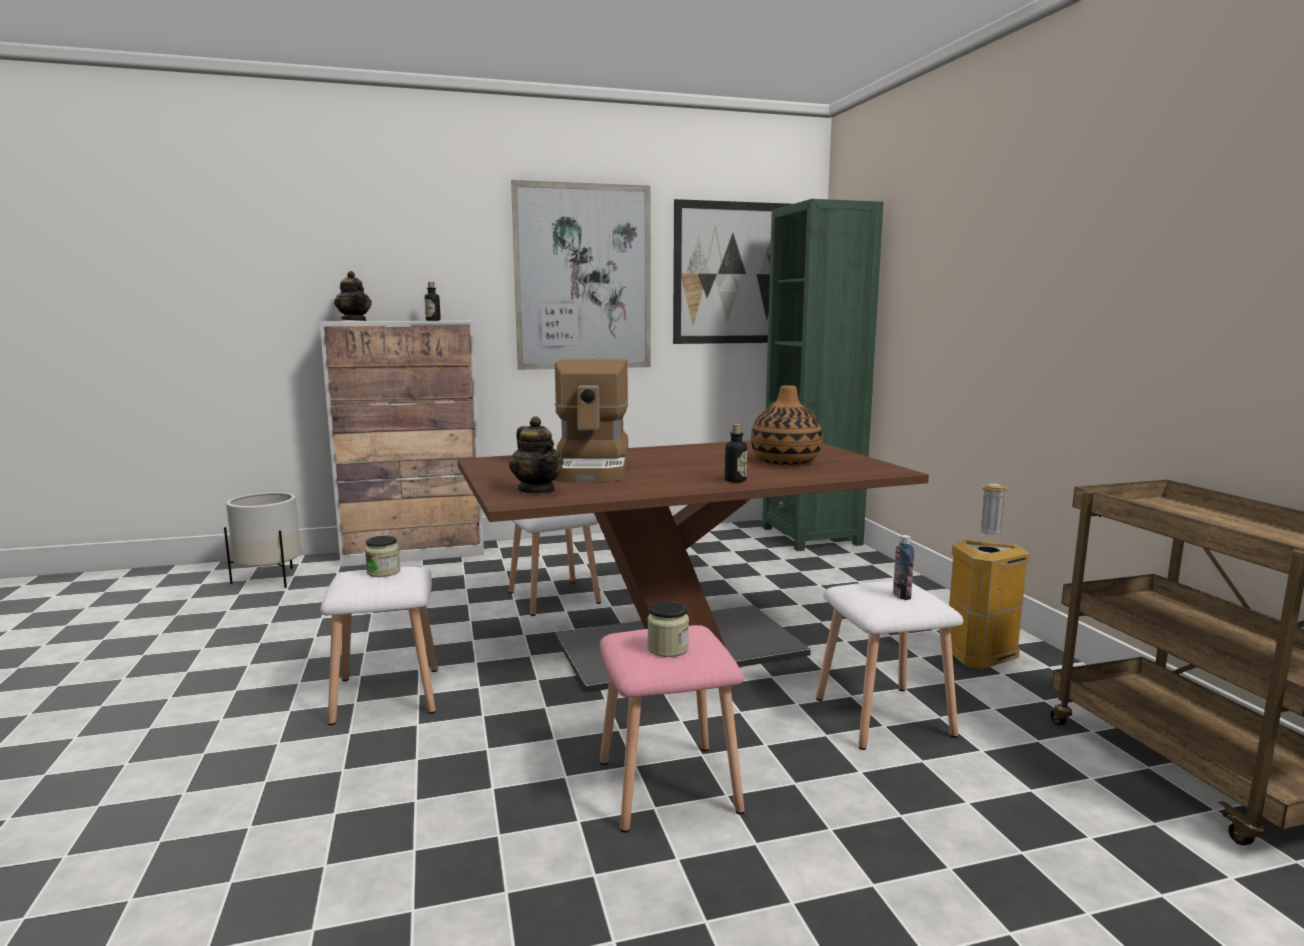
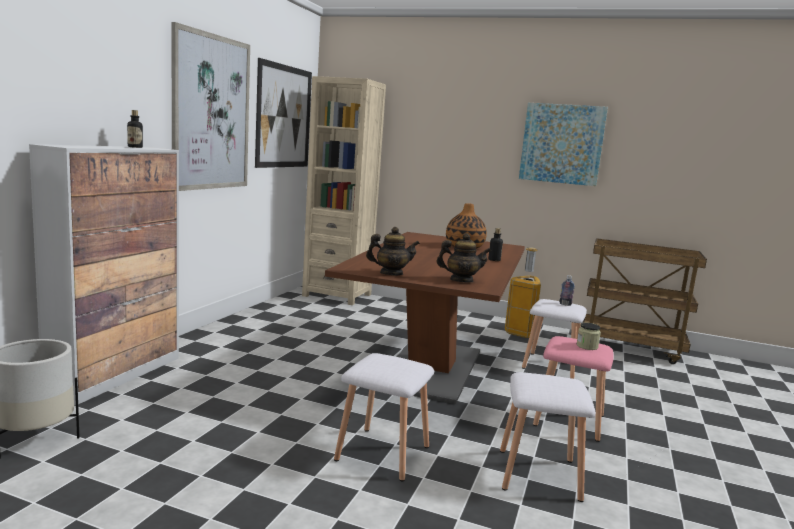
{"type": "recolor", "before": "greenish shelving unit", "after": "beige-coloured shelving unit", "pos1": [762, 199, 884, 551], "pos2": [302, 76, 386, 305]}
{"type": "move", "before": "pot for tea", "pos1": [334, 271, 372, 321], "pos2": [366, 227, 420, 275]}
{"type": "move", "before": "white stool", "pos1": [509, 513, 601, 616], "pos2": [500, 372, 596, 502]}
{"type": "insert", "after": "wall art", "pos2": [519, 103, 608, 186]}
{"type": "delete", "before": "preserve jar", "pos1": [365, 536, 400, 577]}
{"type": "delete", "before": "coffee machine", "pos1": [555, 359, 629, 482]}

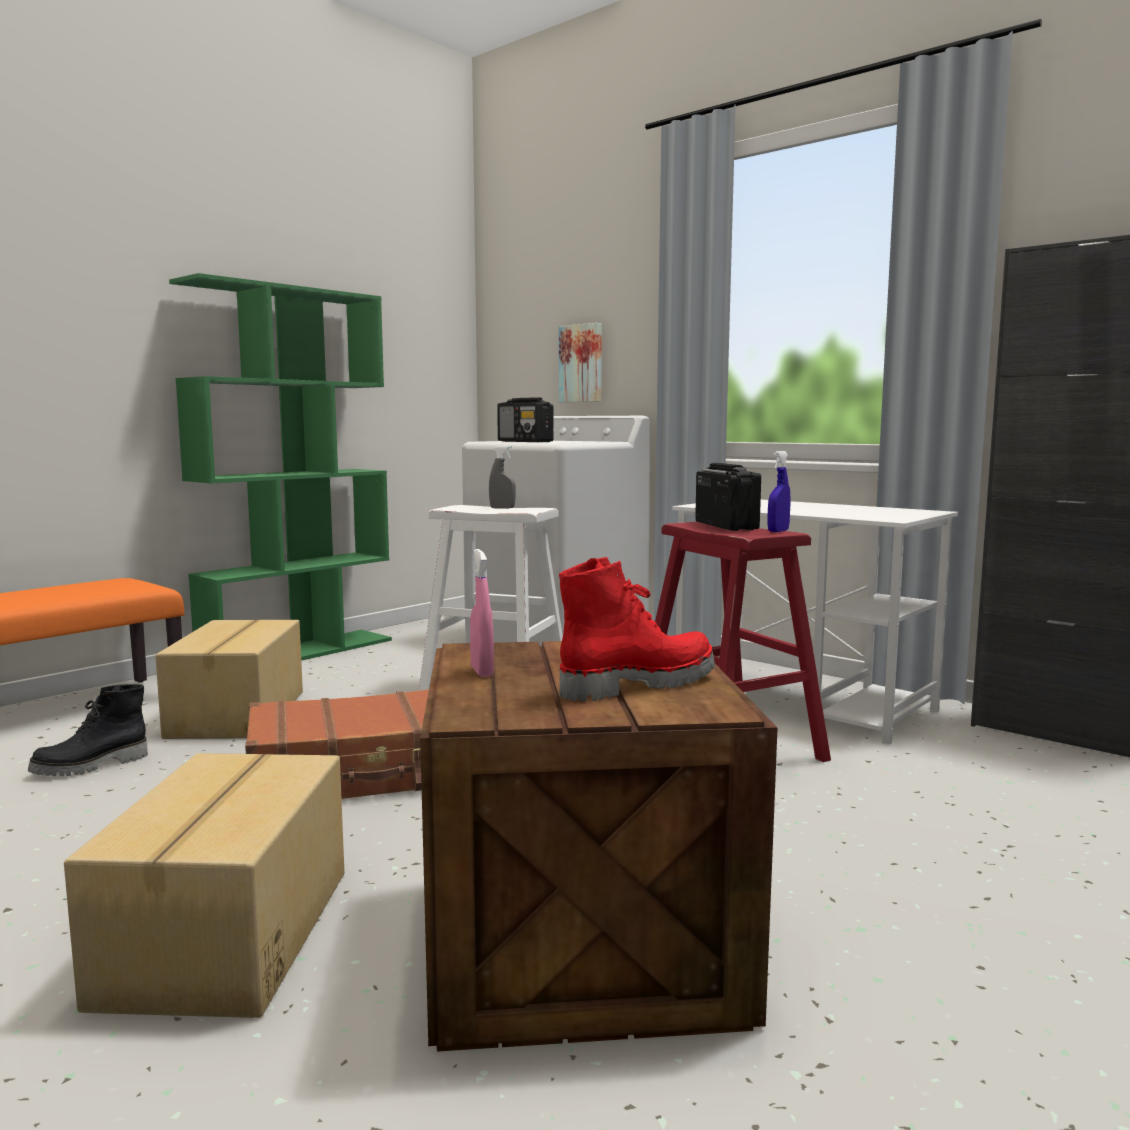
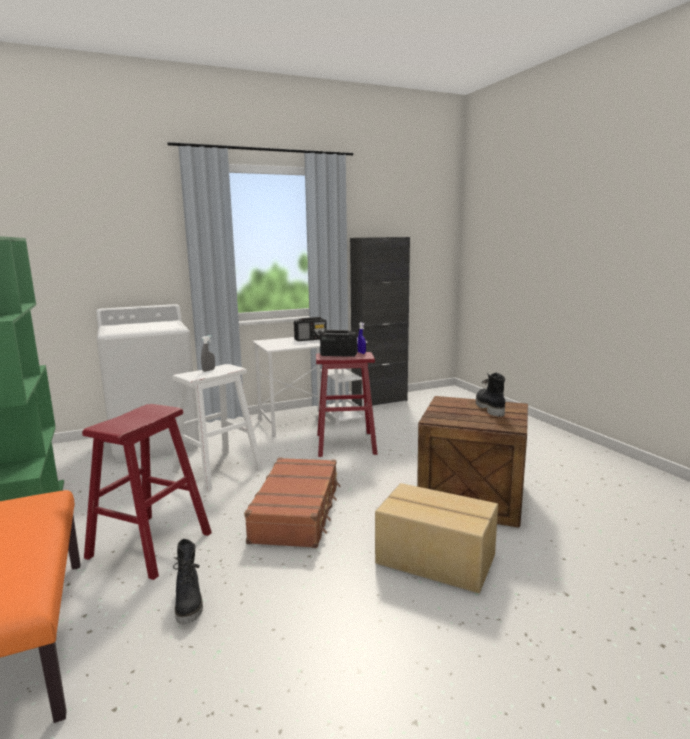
{"type": "replace", "before": "packing box", "after": "reddish stool", "pos1": [155, 620, 303, 739], "pos2": [82, 404, 212, 580]}
{"type": "move", "before": "radio set", "pos1": [497, 397, 553, 442], "pos2": [294, 317, 327, 341]}
{"type": "recolor", "before": "reddish high-top boot", "after": "black-coloured high-top boot", "pos1": [559, 557, 715, 702], "pos2": [476, 372, 505, 417]}
{"type": "delete", "before": "pink-coloured hand sprayer", "pos1": [470, 549, 494, 677]}
{"type": "delete", "before": "wall art", "pos1": [559, 323, 602, 402]}

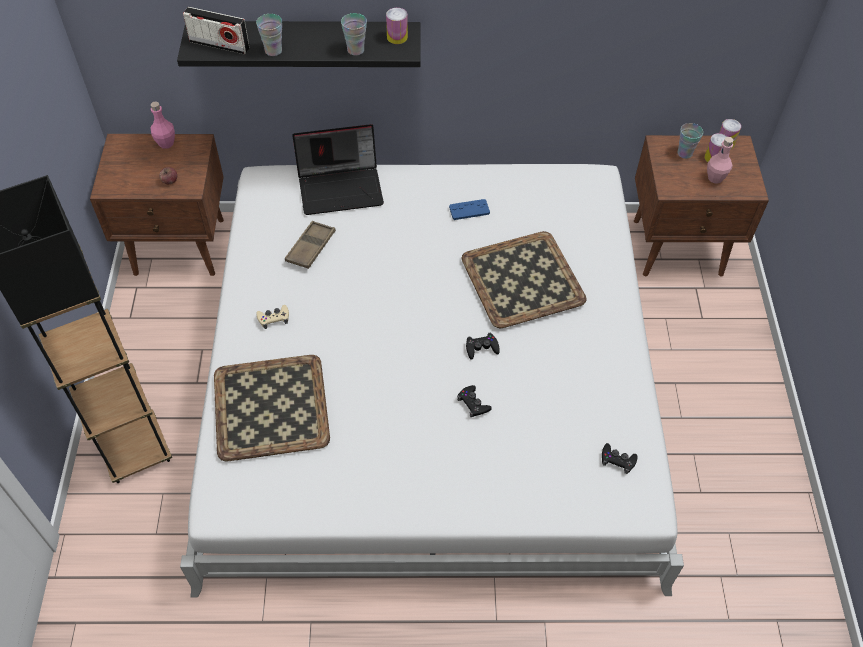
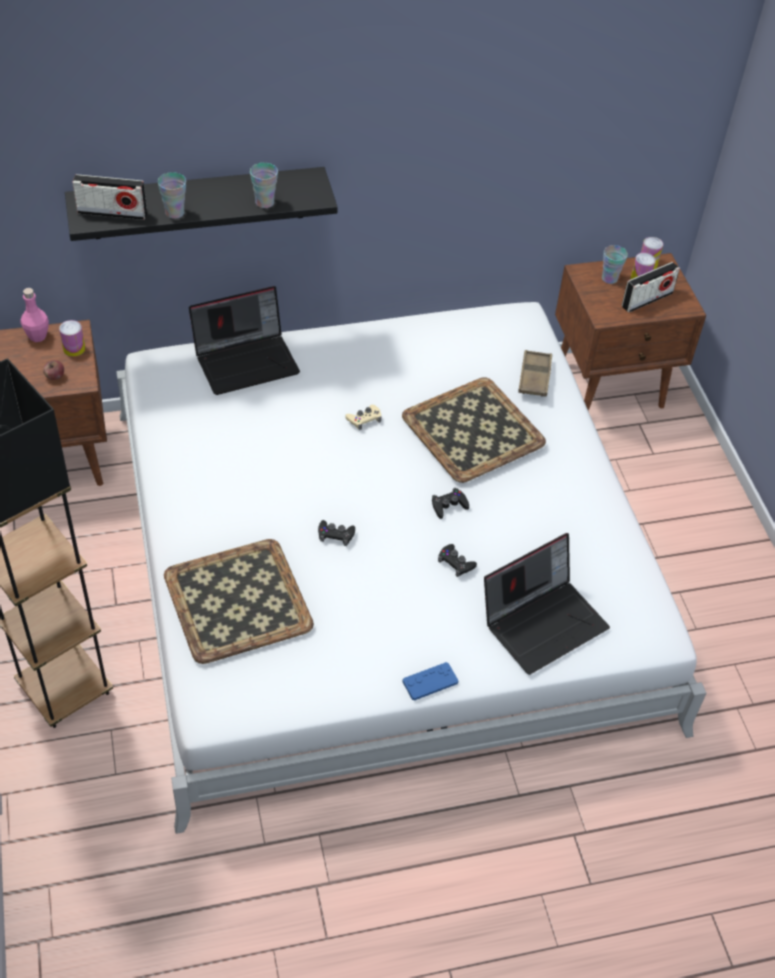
{"type": "move", "before": "can", "pos1": [386, 8, 408, 44], "pos2": [59, 320, 85, 357]}
{"type": "move", "before": "black-coloured joypad", "pos1": [602, 443, 638, 474], "pos2": [318, 520, 355, 546]}
{"type": "move", "before": "beige-coloured joypad", "pos1": [256, 305, 289, 329], "pos2": [345, 405, 382, 430]}
{"type": "move", "before": "blue-coloured joypad", "pos1": [449, 199, 490, 220], "pos2": [402, 662, 459, 700]}
{"type": "insert", "after": "portable computer", "pos2": [484, 533, 610, 675]}
{"type": "move", "before": "brown tray", "pos1": [285, 221, 336, 269], "pos2": [518, 350, 552, 397]}
{"type": "replace", "before": "pink-coloured drink bottle", "after": "radio set", "pos1": [707, 137, 734, 184], "pos2": [622, 262, 680, 312]}

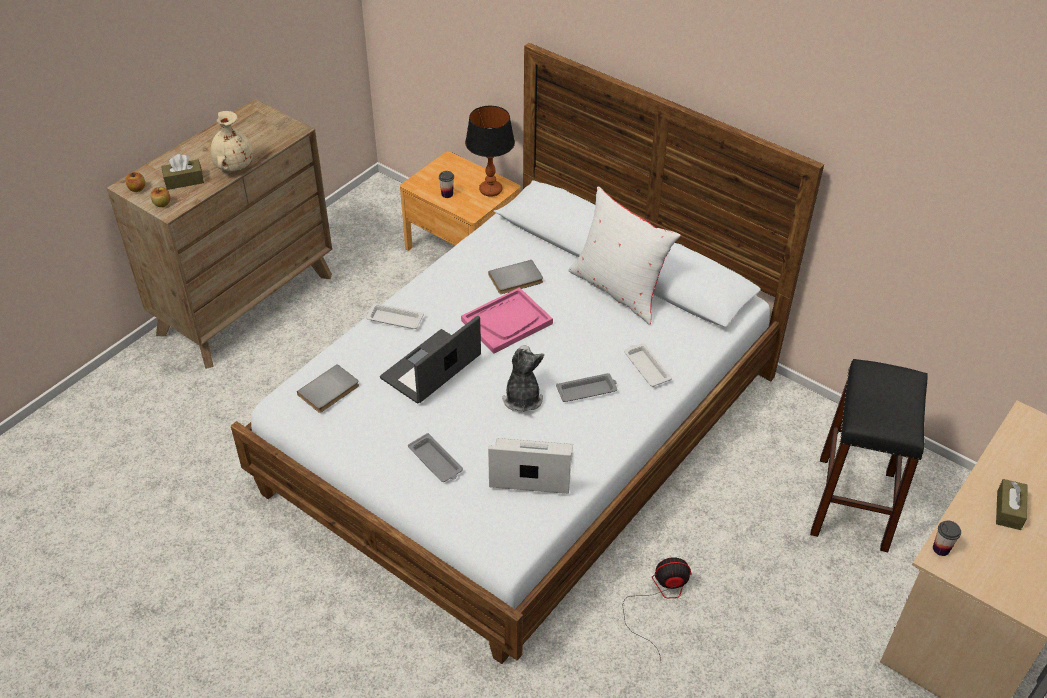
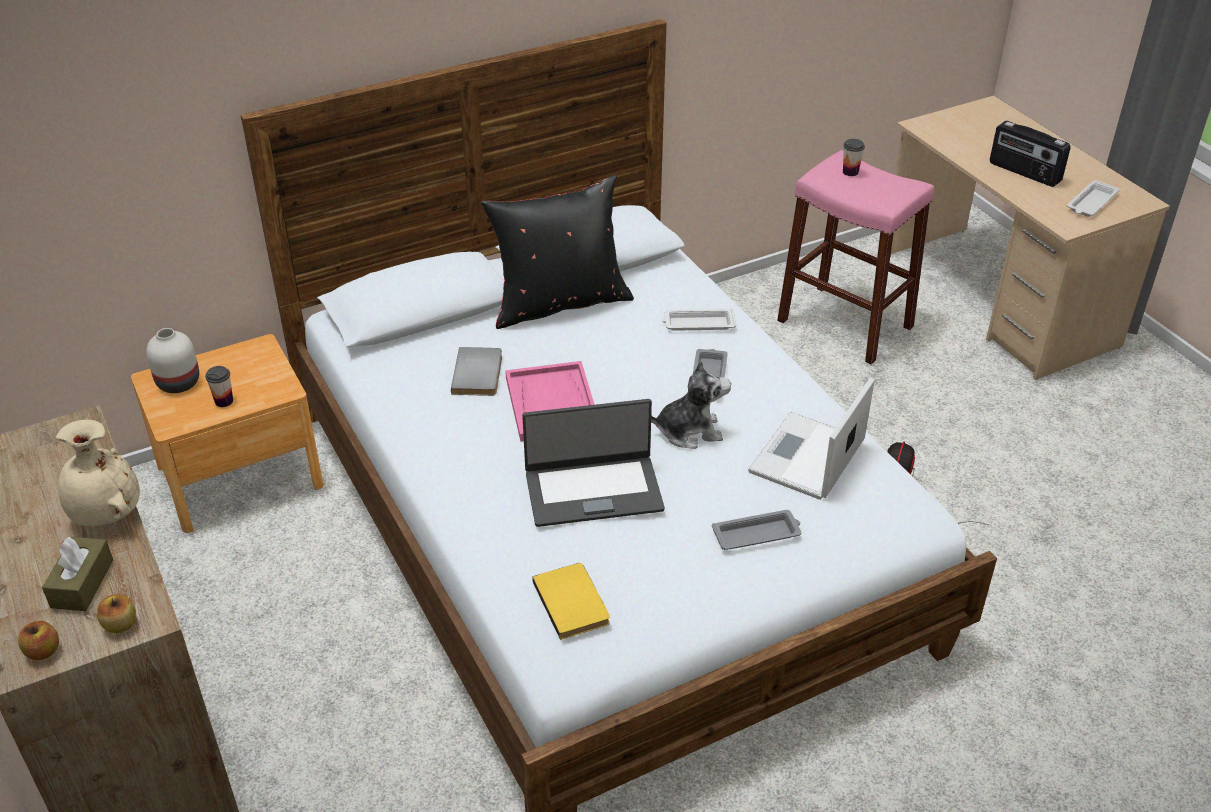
{"type": "insert", "after": "white decorative vase", "pos2": [146, 328, 199, 393]}
{"type": "recolor", "before": "white cushion", "after": "black-coloured cushion", "pos1": [568, 187, 681, 325], "pos2": [481, 175, 634, 329]}
{"type": "rotate", "before": "portable computer", "pos1": [380, 315, 481, 404], "pos2": [522, 399, 665, 527], "turn": -75}
{"type": "recolor", "before": "greyish volume", "after": "yellowish volume", "pos1": [297, 364, 359, 413], "pos2": [532, 563, 610, 640]}
{"type": "rotate", "before": "plush toy", "pos1": [502, 345, 544, 412], "pos2": [651, 360, 731, 449], "turn": 150}
{"type": "recolor", "before": "black-coloured stool", "after": "pink-coloured stool", "pos1": [810, 359, 928, 552], "pos2": [777, 150, 934, 365]}
{"type": "move", "before": "cup", "pos1": [933, 521, 961, 556], "pos2": [843, 139, 865, 176]}
{"type": "replace", "before": "brown tissue holder", "after": "radio set", "pos1": [996, 479, 1028, 530], "pos2": [990, 121, 1071, 187]}
{"type": "move", "before": "white tray", "pos1": [366, 303, 424, 329], "pos2": [1067, 180, 1120, 217]}
{"type": "delete", "before": "tabletop lamp", "pos1": [465, 106, 515, 197]}

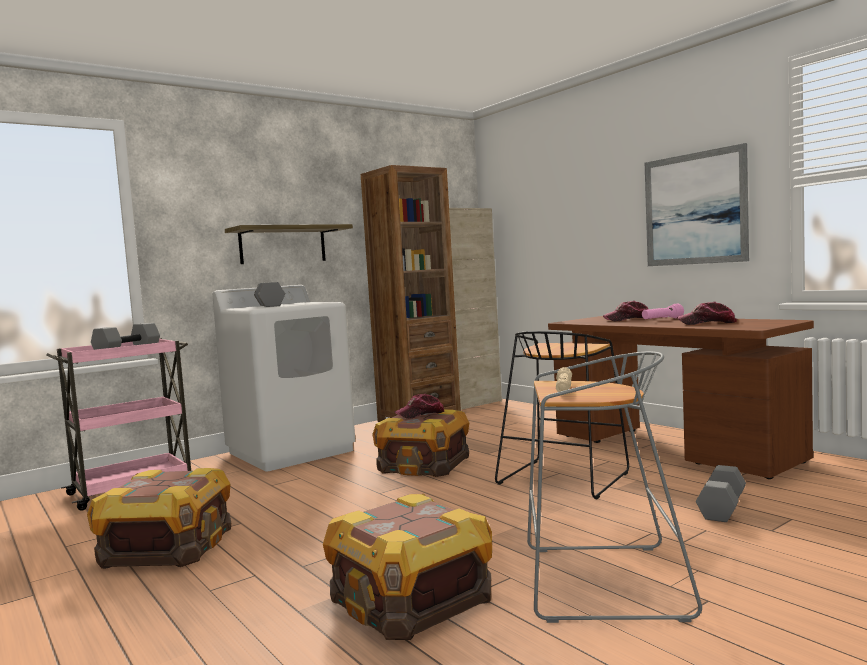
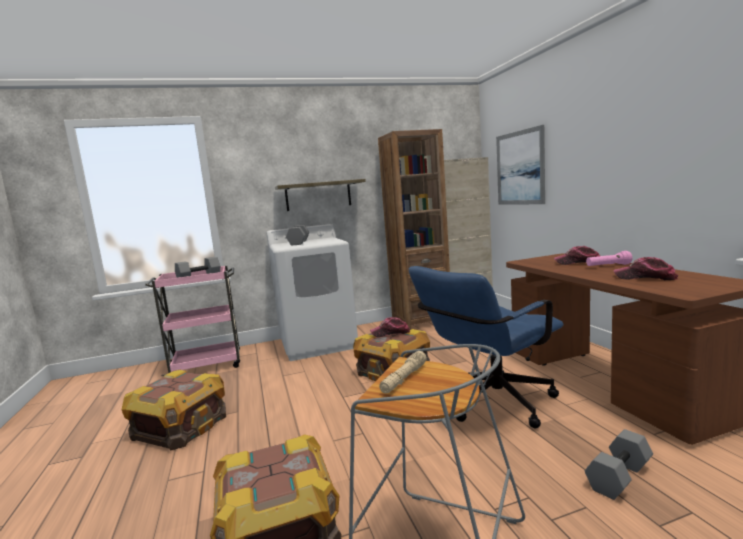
{"type": "replace", "before": "black-coloured stool", "after": "blue-coloured computer chair", "pos1": [495, 331, 629, 499], "pos2": [409, 266, 563, 428]}
{"type": "move", "before": "wall art", "pos1": [645, 143, 749, 266], "pos2": [496, 125, 545, 205]}

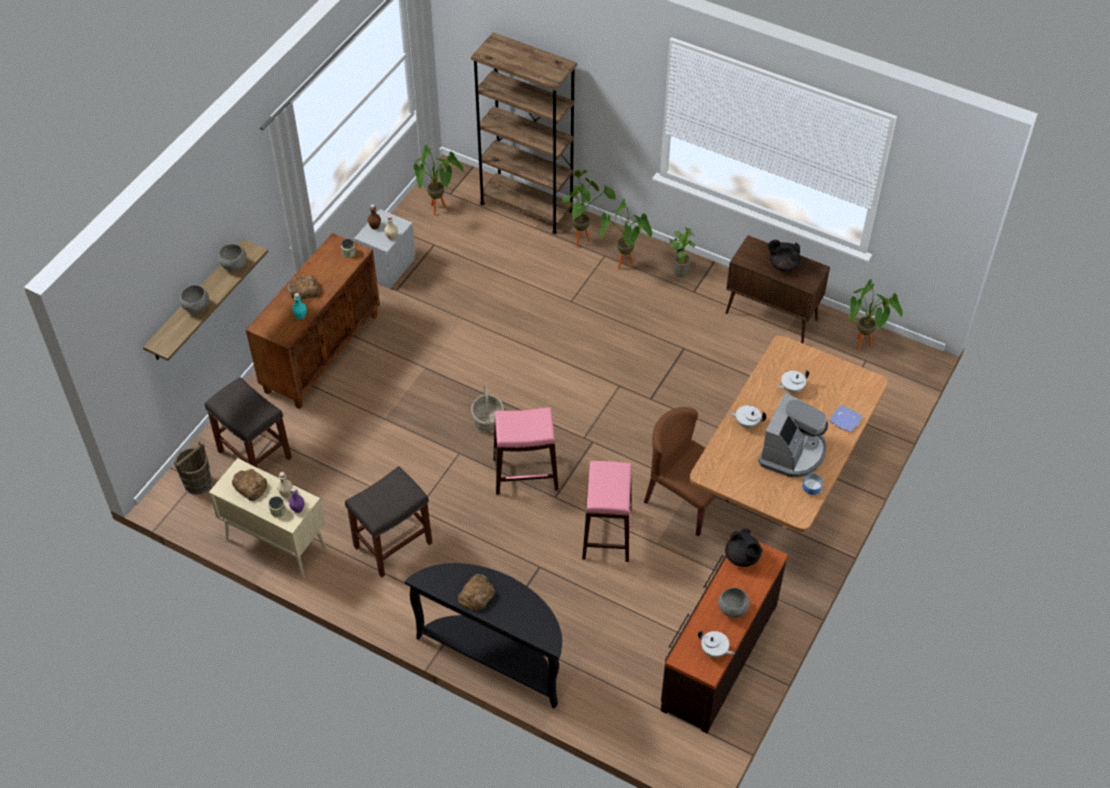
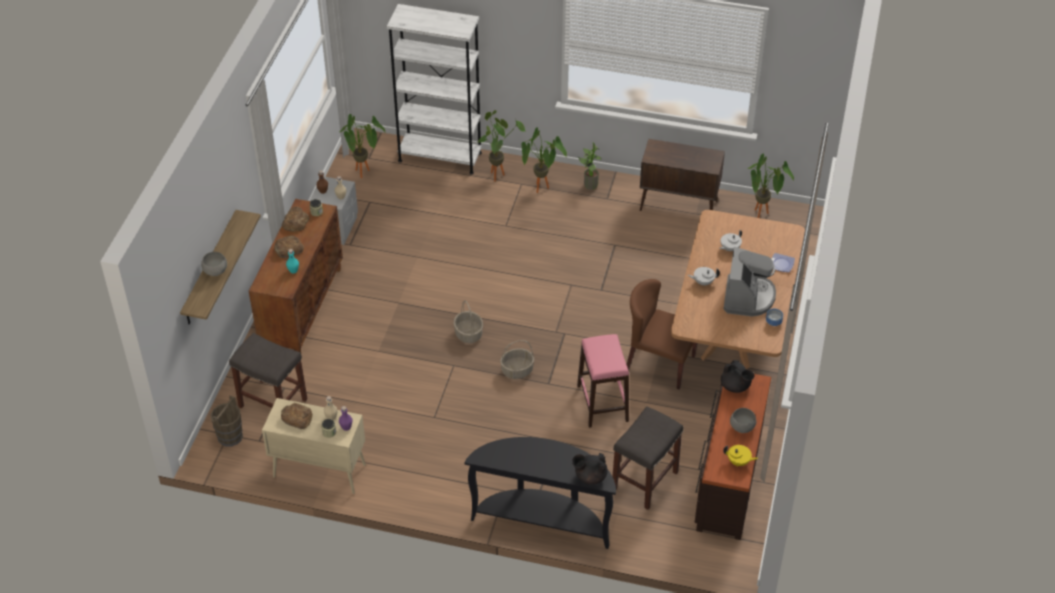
{"type": "move", "before": "bakery bread", "pos1": [458, 574, 495, 610], "pos2": [282, 207, 310, 232]}
{"type": "recolor", "before": "brown shelving unit", "after": "white shelving unit", "pos1": [471, 32, 577, 234], "pos2": [387, 4, 482, 175]}
{"type": "replace", "before": "pink-coloured stool", "after": "basket", "pos1": [493, 407, 559, 495], "pos2": [500, 340, 534, 379]}
{"type": "move", "before": "black-coloured pot for tea", "pos1": [768, 240, 801, 271], "pos2": [572, 453, 608, 484]}
{"type": "move", "before": "greyish stool", "pos1": [345, 466, 432, 577], "pos2": [612, 406, 683, 510]}
{"type": "recolor", "before": "white pot for tea", "after": "yellowish pot for tea", "pos1": [698, 631, 735, 658], "pos2": [723, 445, 758, 466]}
{"type": "delete", "before": "greyish bowl", "pos1": [218, 244, 247, 271]}

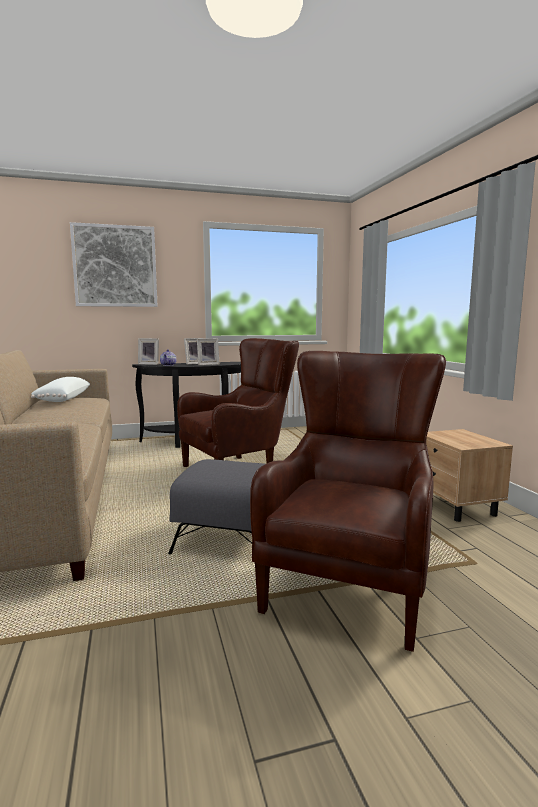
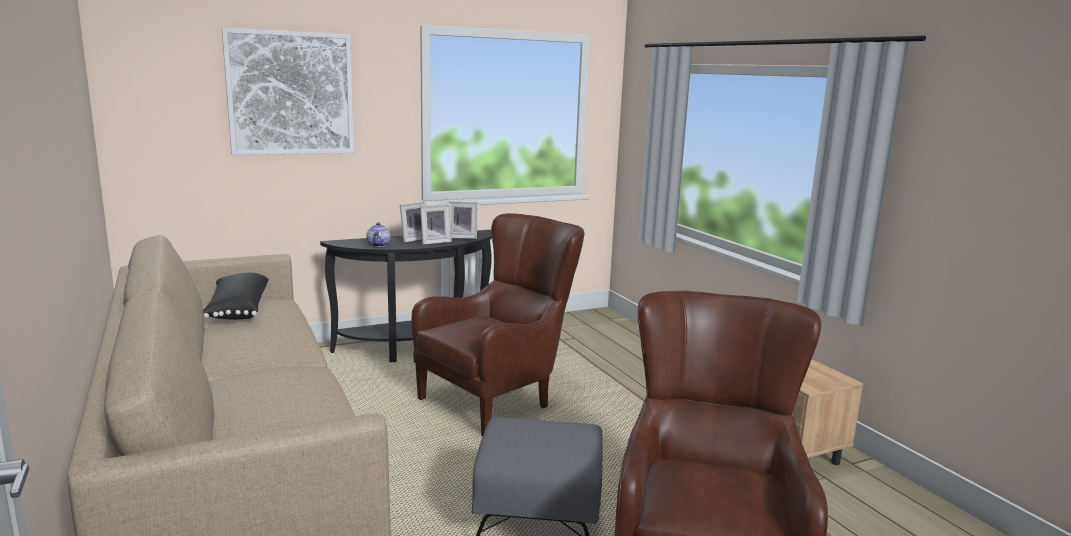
{"type": "recolor", "before": "white cushion", "after": "black-coloured cushion", "pos1": [31, 377, 90, 402], "pos2": [203, 272, 269, 320]}
{"type": "move", "before": "standing frame", "pos1": [138, 338, 159, 365], "pos2": [448, 201, 478, 239]}

